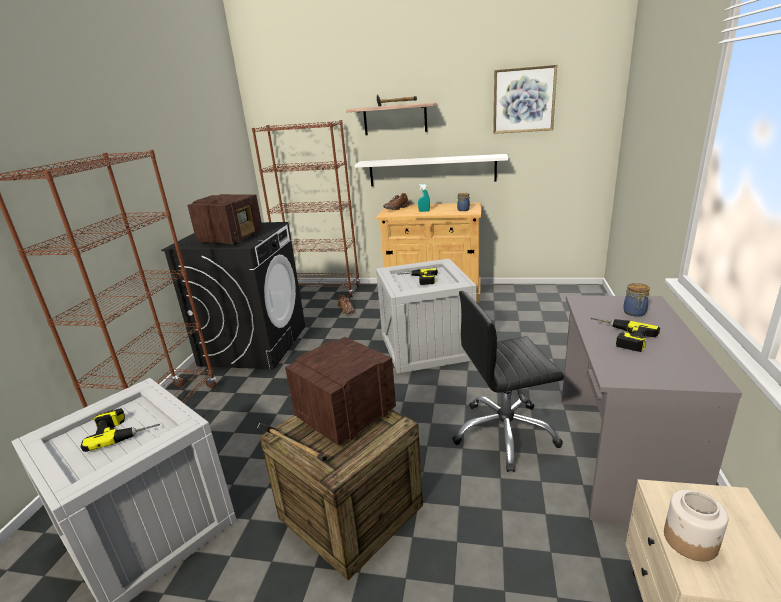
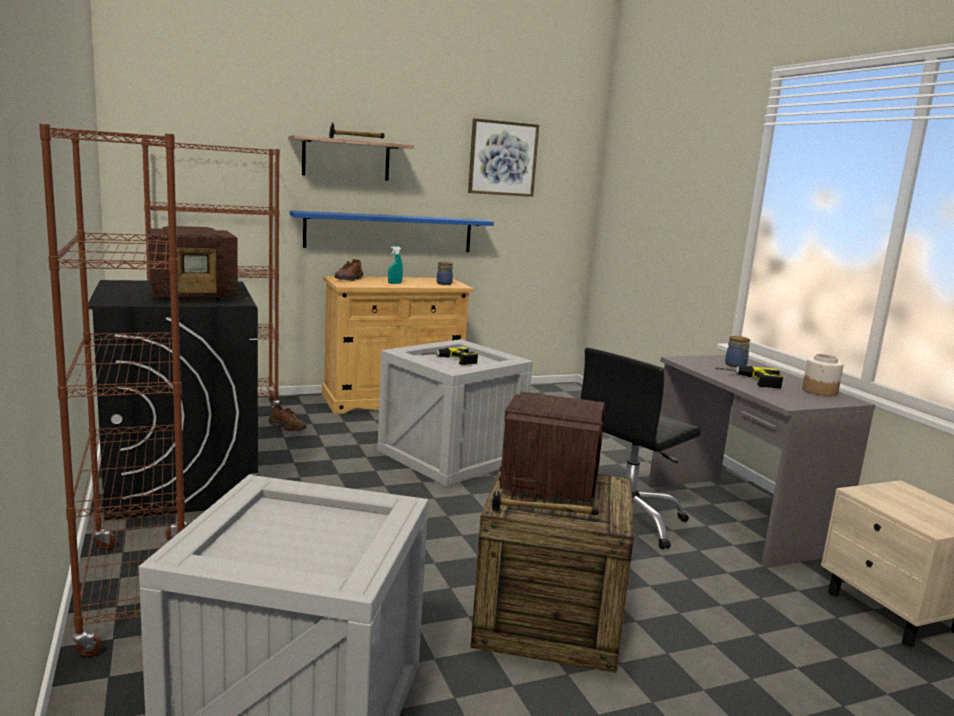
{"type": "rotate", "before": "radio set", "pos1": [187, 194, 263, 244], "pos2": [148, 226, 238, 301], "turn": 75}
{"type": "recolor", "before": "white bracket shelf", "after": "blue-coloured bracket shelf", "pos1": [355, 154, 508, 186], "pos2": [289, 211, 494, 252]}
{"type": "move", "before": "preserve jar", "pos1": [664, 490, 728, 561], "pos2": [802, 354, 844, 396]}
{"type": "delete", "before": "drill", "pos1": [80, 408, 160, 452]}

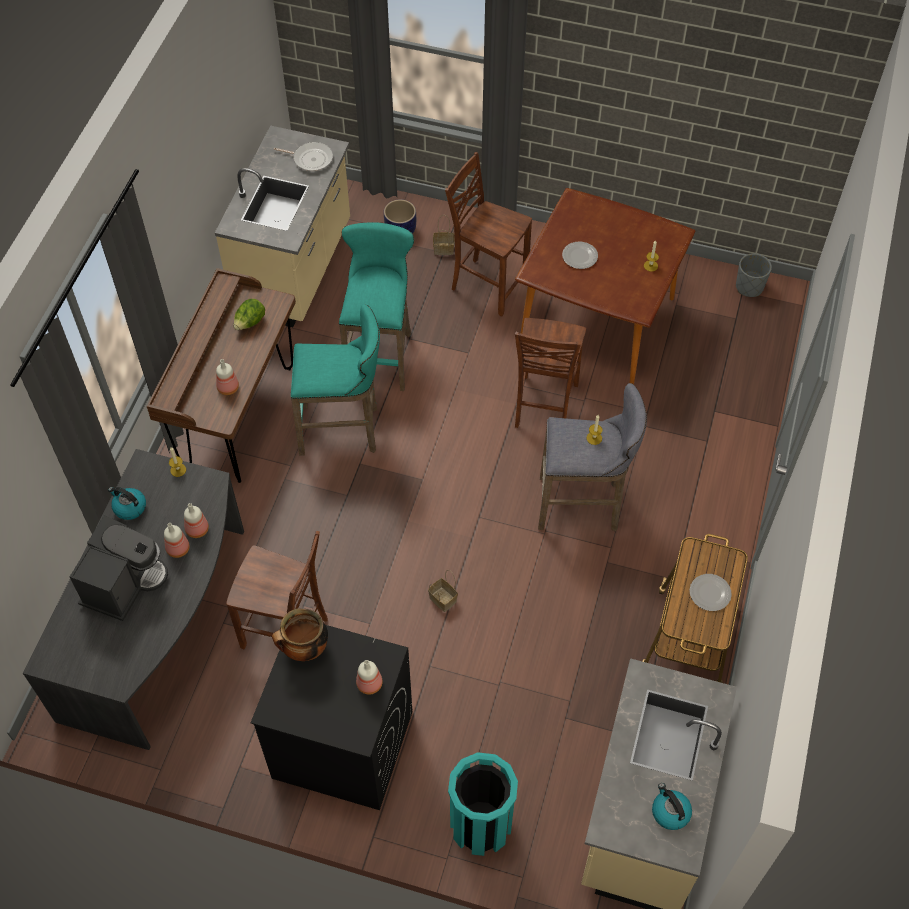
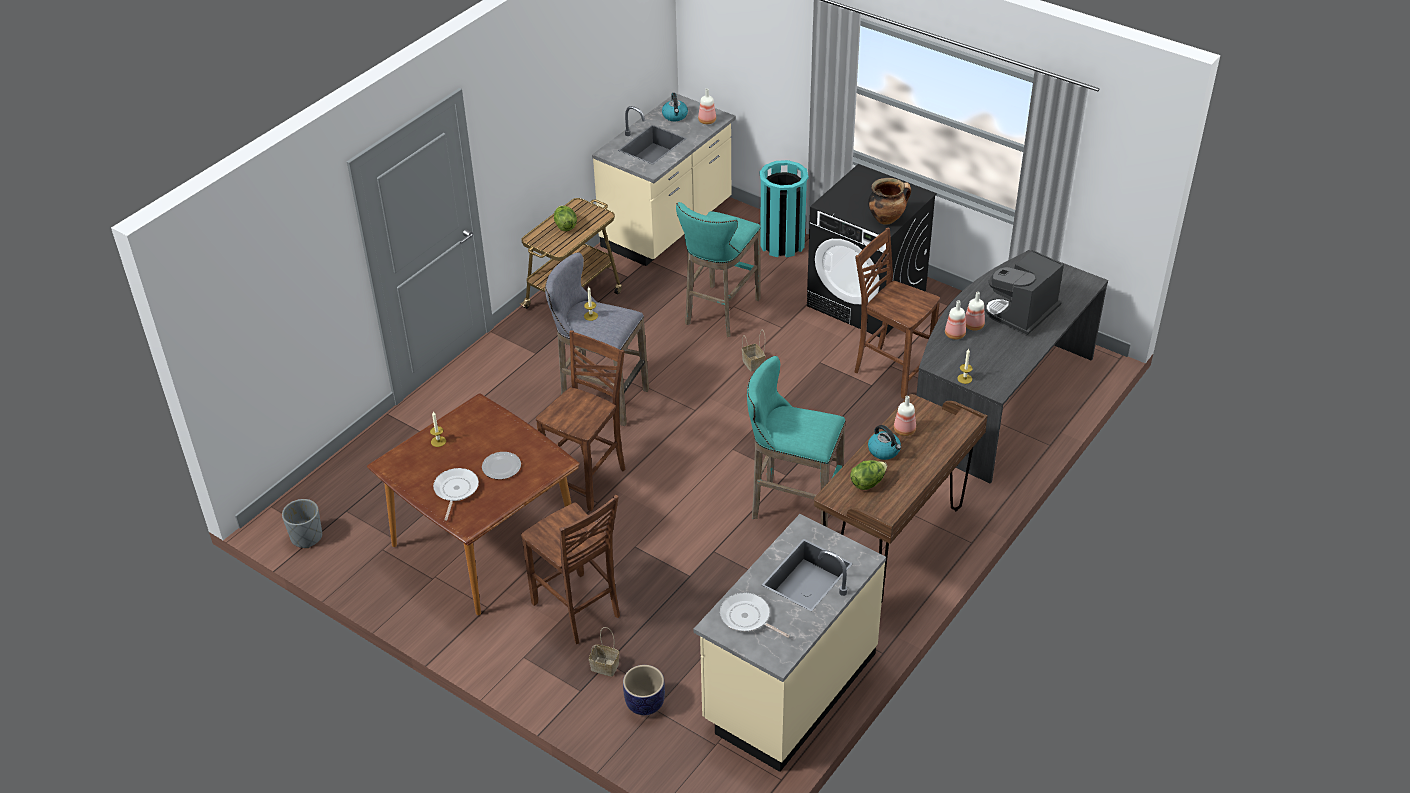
{"type": "insert", "after": "pan", "pos2": [433, 468, 479, 521]}
{"type": "replace", "before": "dinner plate", "after": "head of lettuce", "pos1": [690, 574, 732, 611], "pos2": [554, 205, 577, 231]}
{"type": "move", "before": "turquoise stool", "pos1": [339, 222, 414, 391], "pos2": [676, 202, 761, 337]}
{"type": "move", "before": "drink bottle", "pos1": [356, 660, 382, 695], "pos2": [698, 88, 716, 124]}
{"type": "move", "before": "tea kettle", "pos1": [108, 487, 146, 520], "pos2": [868, 425, 901, 460]}

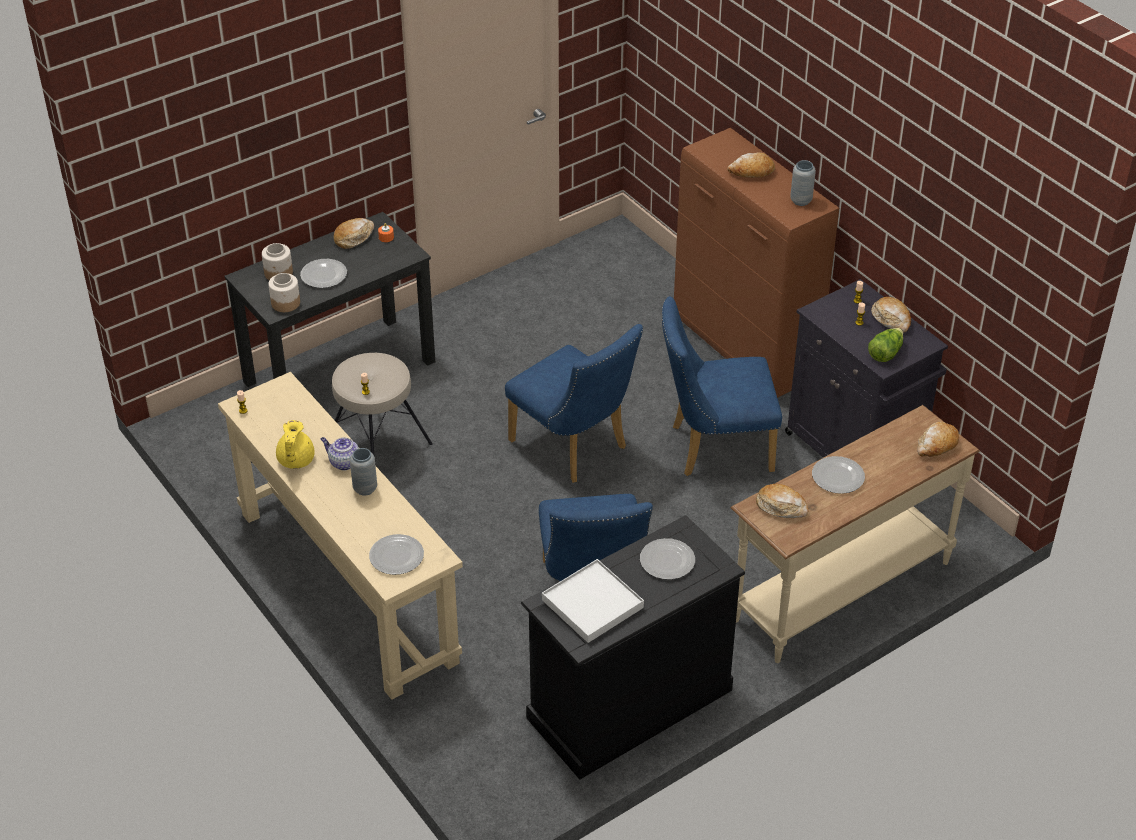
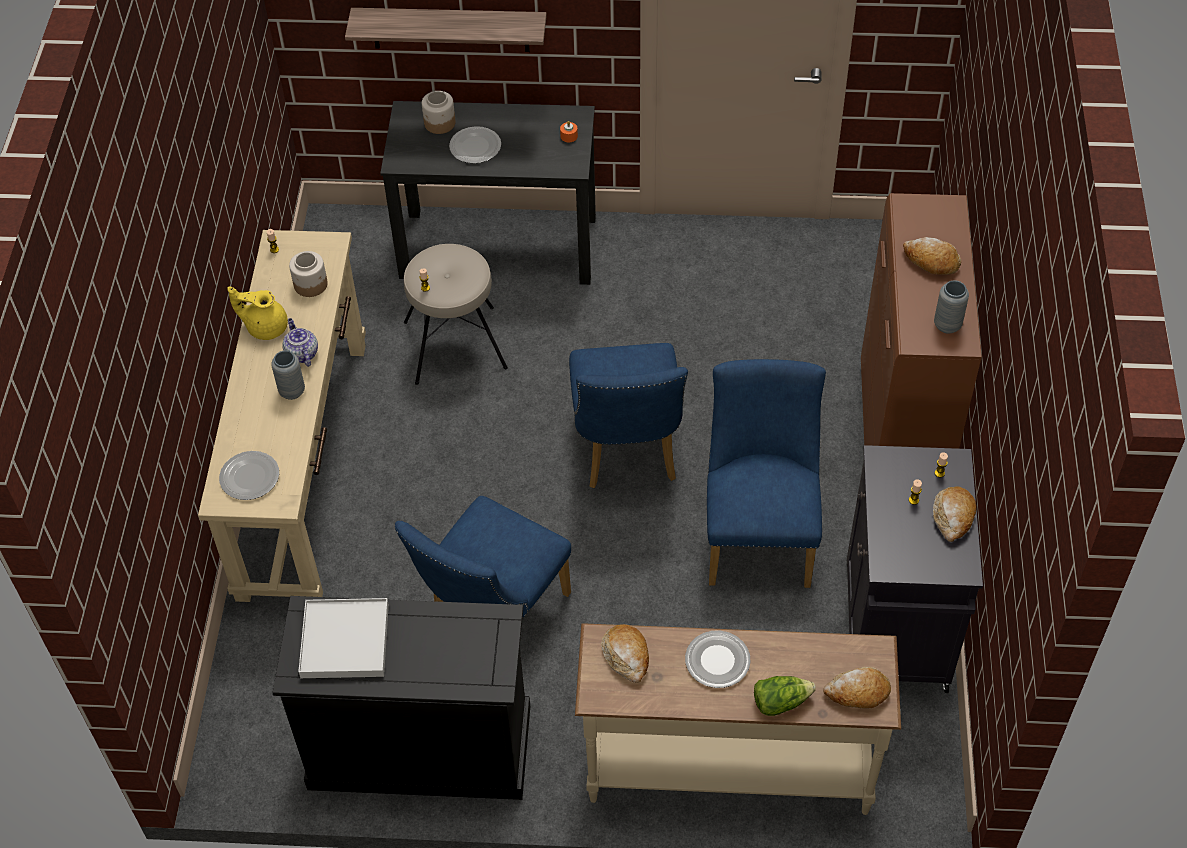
{"type": "rotate", "before": "yellowish pot for tea", "pos1": [276, 420, 315, 469], "pos2": [227, 286, 288, 340], "turn": 60}
{"type": "move", "before": "preserve jar", "pos1": [268, 273, 300, 312], "pos2": [289, 251, 328, 297]}
{"type": "insert", "after": "bracket shelf", "pos2": [345, 8, 547, 52]}
{"type": "rotate", "before": "blue-coloured upright chair", "pos1": [662, 296, 782, 476], "pos2": [707, 359, 826, 588], "turn": 60}
{"type": "move", "before": "head of lettuce", "pos1": [868, 328, 903, 362], "pos2": [754, 676, 816, 716]}
{"type": "delete", "before": "bakery bread", "pos1": [334, 218, 374, 249]}
{"type": "delete", "before": "dinner plate", "pos1": [640, 538, 695, 580]}

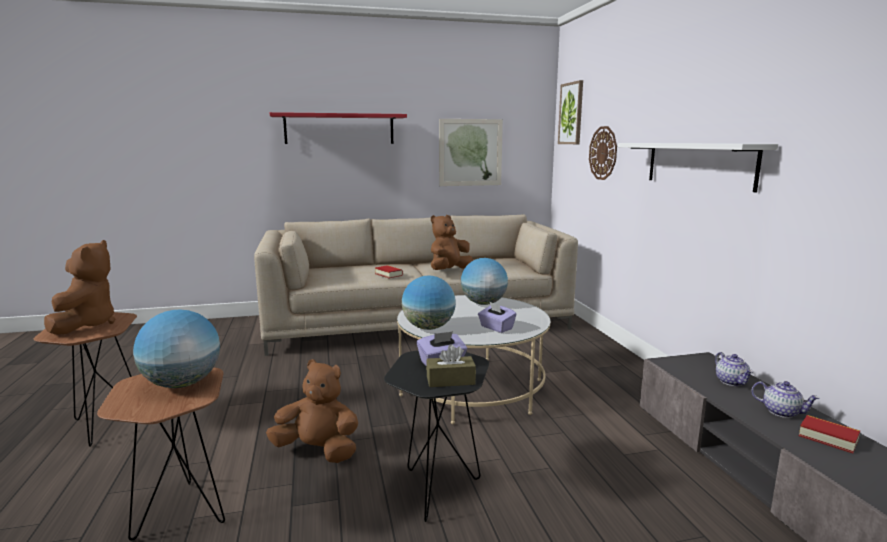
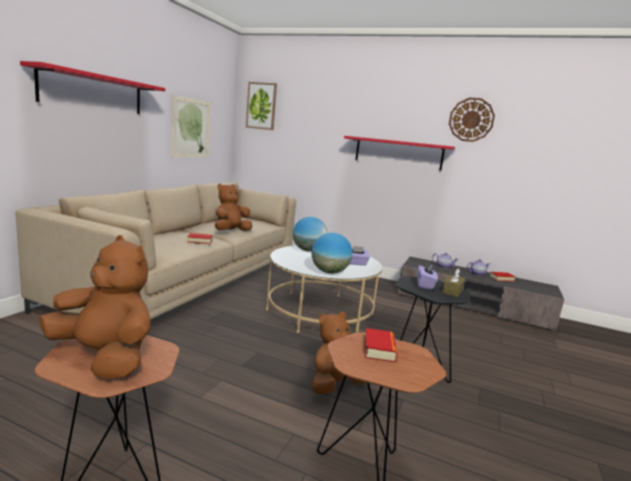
{"type": "rotate", "before": "brown plush toy", "pos1": [431, 215, 473, 270], "pos2": [215, 184, 252, 231], "turn": 45}
{"type": "recolor", "before": "white bracket shelf", "after": "reddish bracket shelf", "pos1": [618, 143, 778, 193], "pos2": [344, 136, 455, 170]}
{"type": "replace", "before": "desk globe", "after": "volume", "pos1": [133, 309, 220, 388], "pos2": [365, 328, 397, 362]}
{"type": "move", "before": "hanging clock", "pos1": [589, 126, 617, 180], "pos2": [449, 98, 495, 142]}

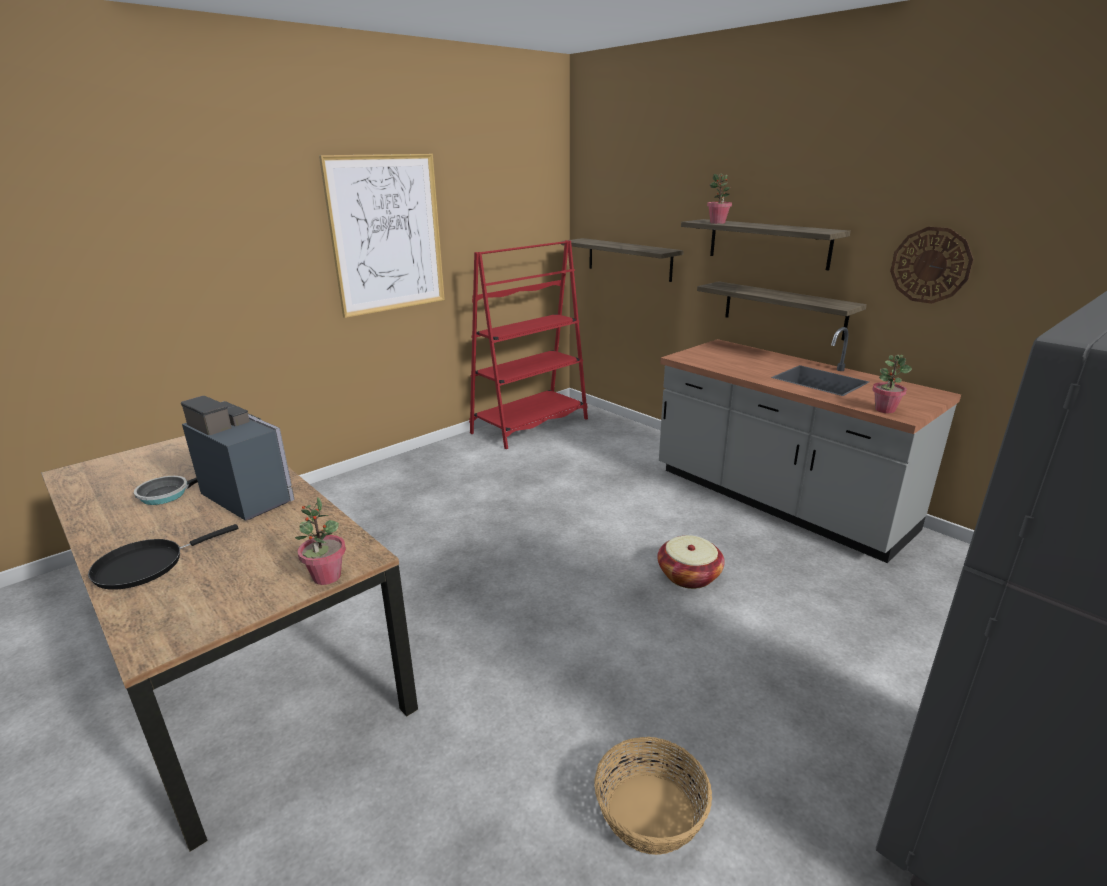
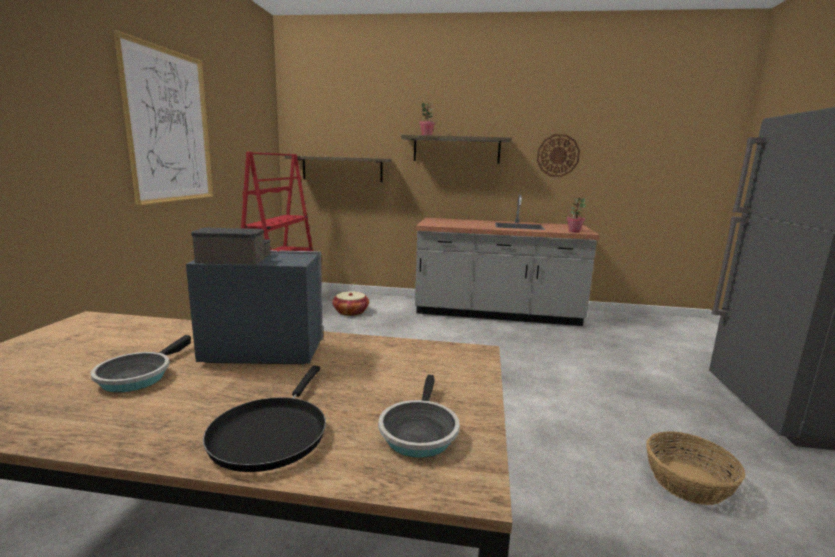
{"type": "move", "before": "basket", "pos1": [657, 535, 725, 589], "pos2": [332, 291, 369, 316]}
{"type": "insert", "after": "pan", "pos2": [378, 375, 460, 458]}
{"type": "delete", "before": "plant in a pot", "pos1": [295, 497, 346, 585]}
{"type": "delete", "before": "bracket shelf", "pos1": [697, 281, 867, 340]}

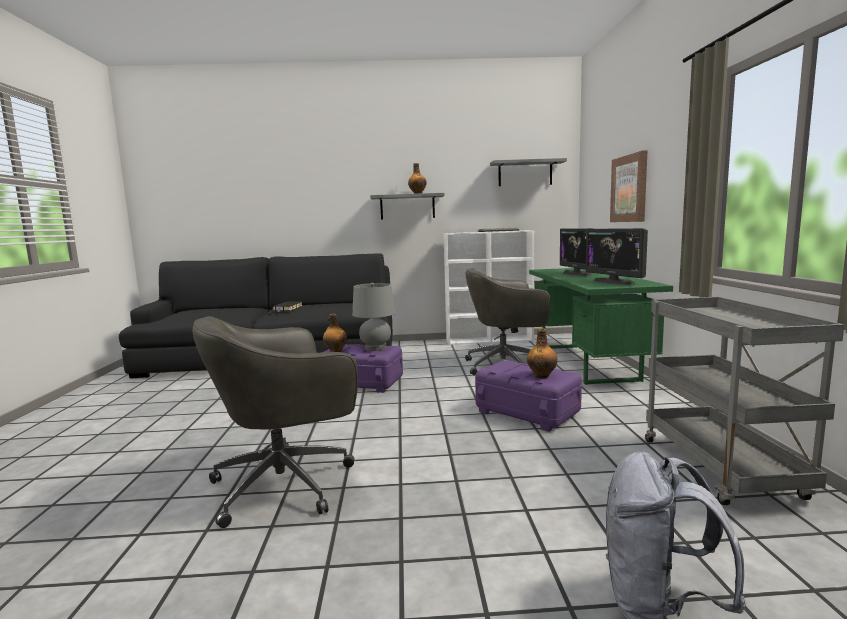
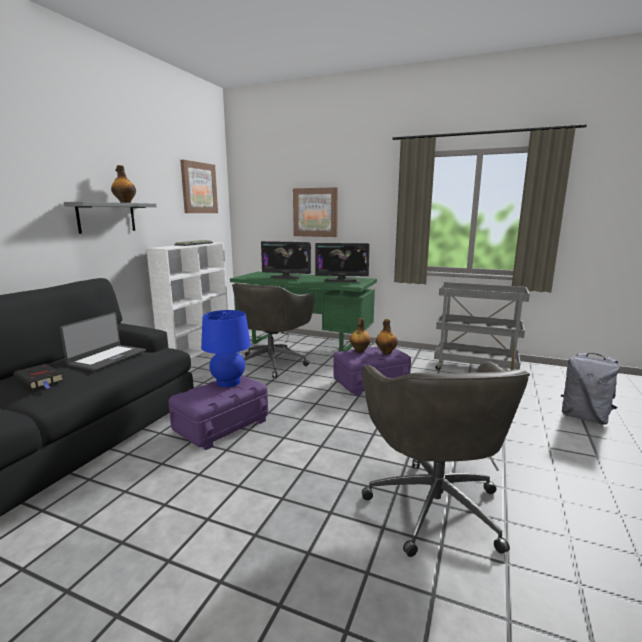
{"type": "insert", "after": "portable computer", "pos2": [60, 312, 146, 371]}
{"type": "replace", "before": "greyish bracket shelf", "after": "wall art", "pos1": [490, 158, 567, 186], "pos2": [180, 160, 218, 213]}
{"type": "recolor", "before": "greyish tabletop lamp", "after": "blue-coloured tabletop lamp", "pos1": [352, 283, 396, 351], "pos2": [201, 310, 251, 387]}
{"type": "move", "before": "drink bottle", "pos1": [323, 314, 347, 352], "pos2": [350, 318, 371, 353]}

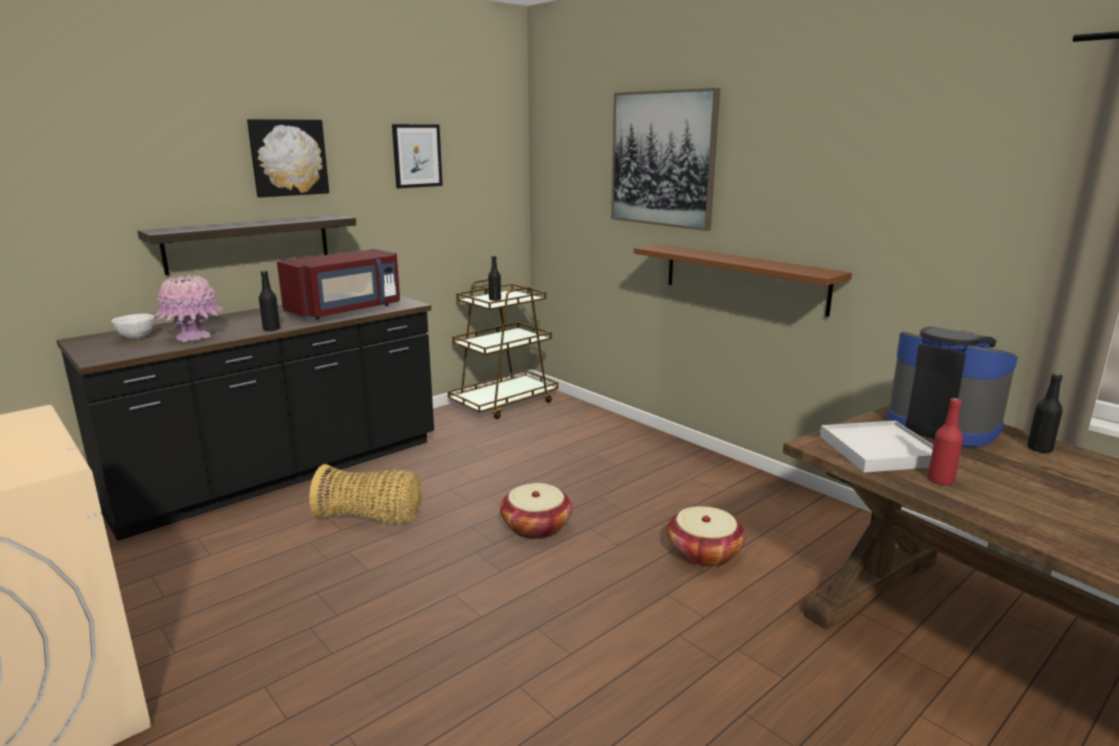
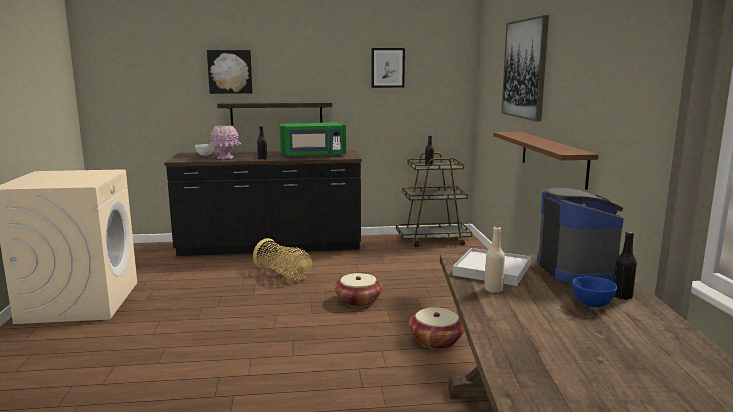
{"type": "move", "before": "wall art", "pos1": [247, 119, 329, 197], "pos2": [207, 50, 253, 94]}
{"type": "recolor", "before": "reddish microwave", "after": "greenish microwave", "pos1": [277, 249, 400, 320], "pos2": [280, 122, 346, 158]}
{"type": "recolor", "before": "reddish drink bottle", "after": "beige-coloured drink bottle", "pos1": [928, 398, 963, 485], "pos2": [484, 226, 505, 293]}
{"type": "insert", "after": "blue-coloured bowl", "pos2": [573, 277, 617, 307]}

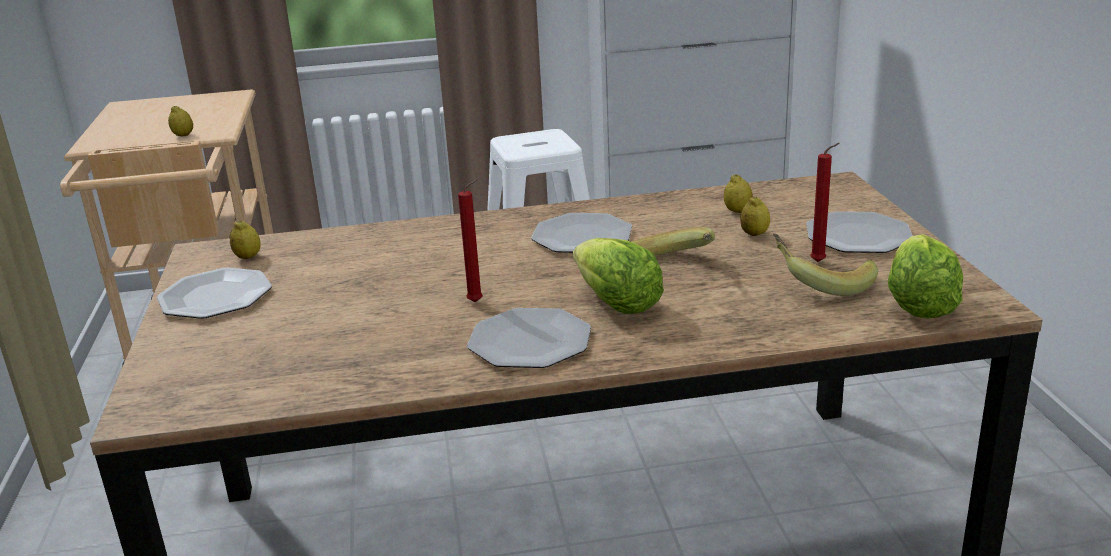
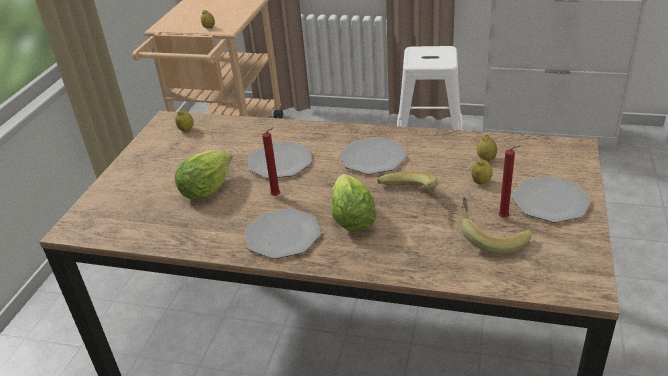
{"type": "move", "before": "head of lettuce", "pos1": [888, 234, 963, 318], "pos2": [175, 150, 233, 200]}
{"type": "move", "before": "dinner plate", "pos1": [157, 268, 272, 319], "pos2": [248, 142, 312, 179]}

